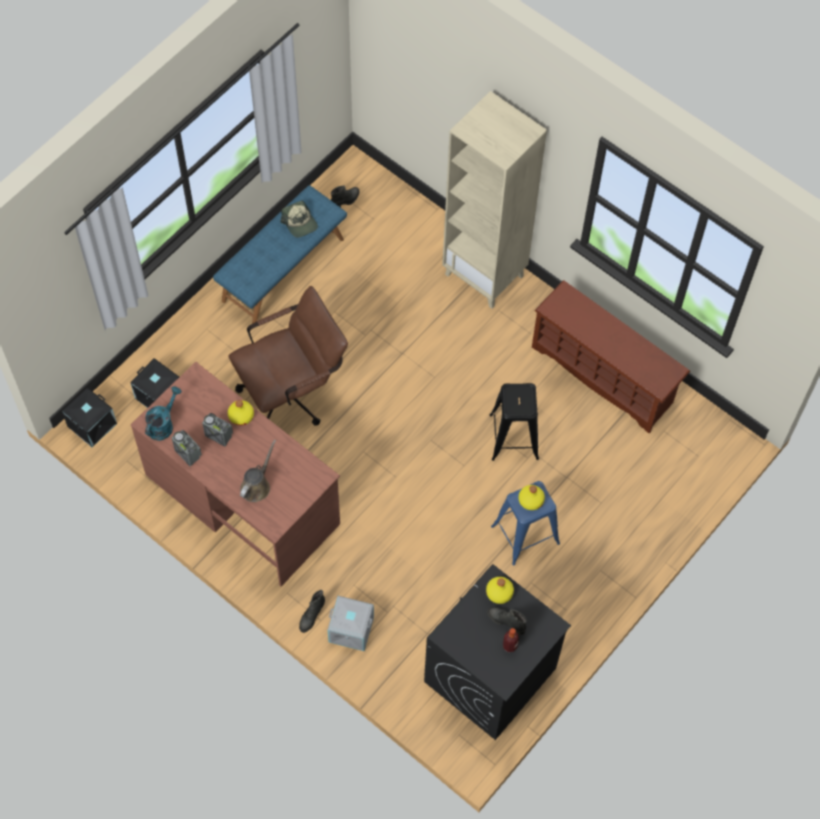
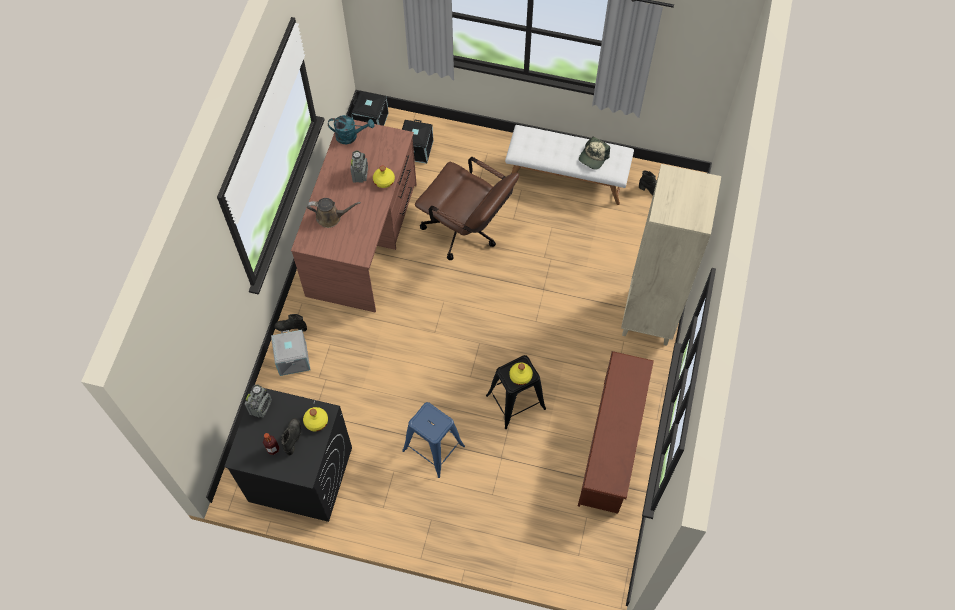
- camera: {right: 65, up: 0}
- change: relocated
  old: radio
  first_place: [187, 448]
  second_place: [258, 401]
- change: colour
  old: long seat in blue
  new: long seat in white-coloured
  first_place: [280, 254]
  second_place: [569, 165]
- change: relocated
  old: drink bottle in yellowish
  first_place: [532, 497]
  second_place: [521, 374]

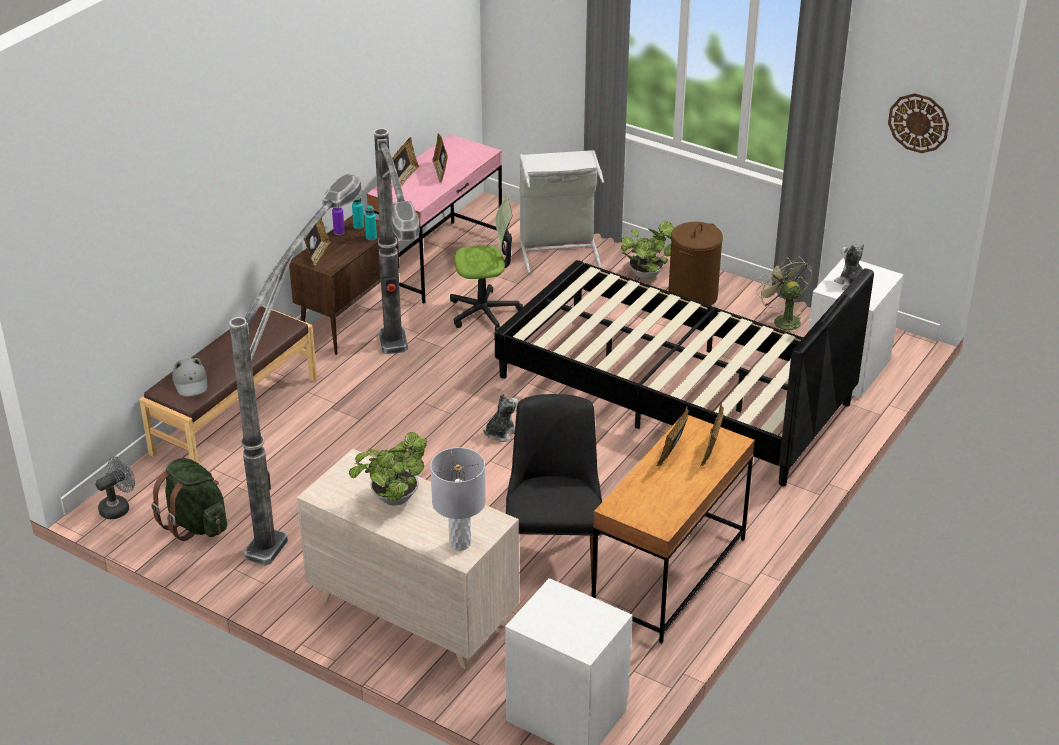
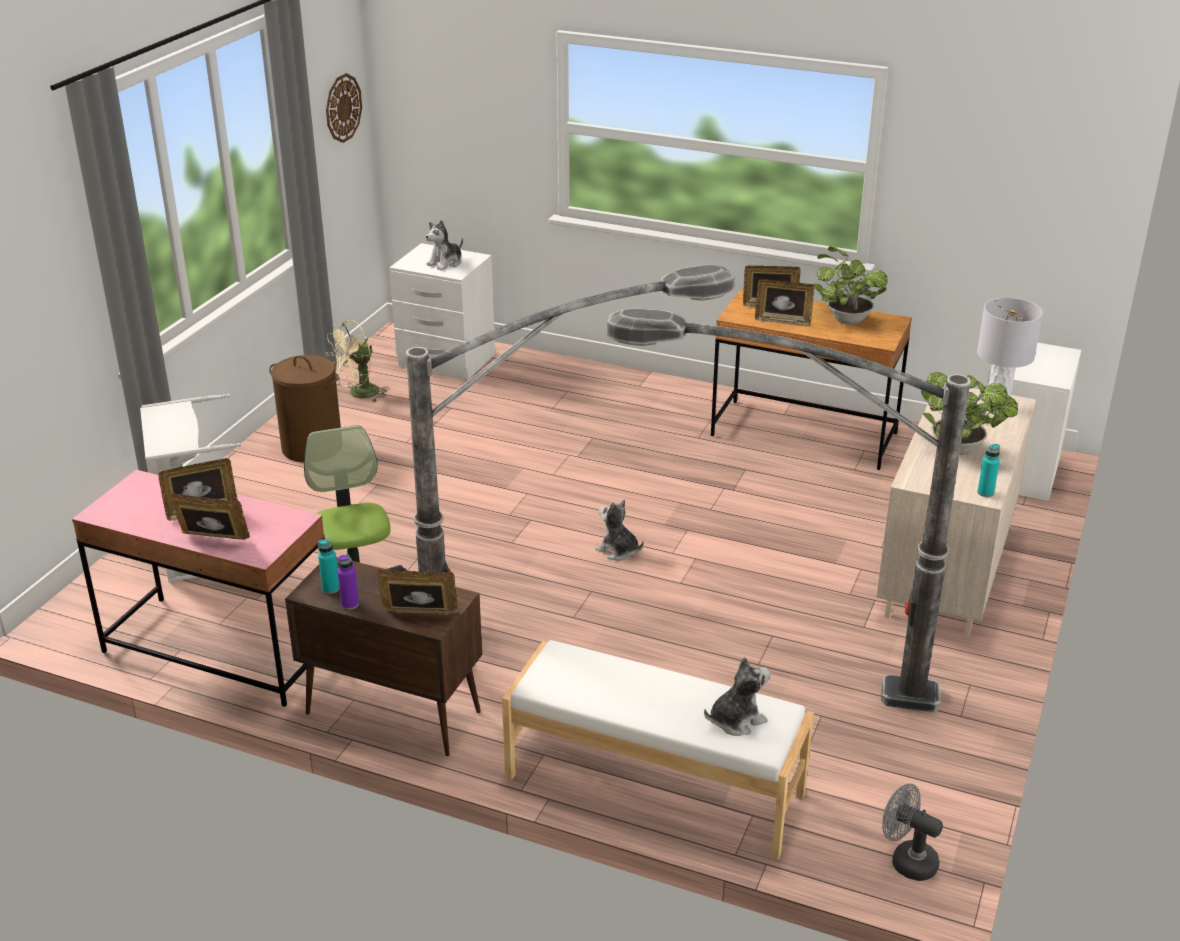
- camera: {right: -100, up: -5}
- change: colour
  old: electric fan in green-coloured
  new: electric fan in beige-coloured
  first_place: [784, 295]
  second_place: [358, 361]
- change: colour
  old: long seat in brown
  new: long seat in white-coloured
  first_place: [228, 385]
  second_place: [658, 750]
- change: exchanged
  old: wearable hat in greyish
  new: plush toy
  first_place: [190, 377]
  second_place: [737, 696]
- change: relocated
  old: houseplant
  first_place: [648, 250]
  second_place: [850, 285]
- change: relocated
  old: drink bottle in blue-green
  first_place: [371, 222]
  second_place: [988, 470]
- change: missing
  old: backpack in green-coloured
  first_place: [189, 499]
- change: missing
  old: bedroom bed in blackish
  first_place: [684, 373]
- change: missing
  old: chair in blackish
  first_place: [554, 488]

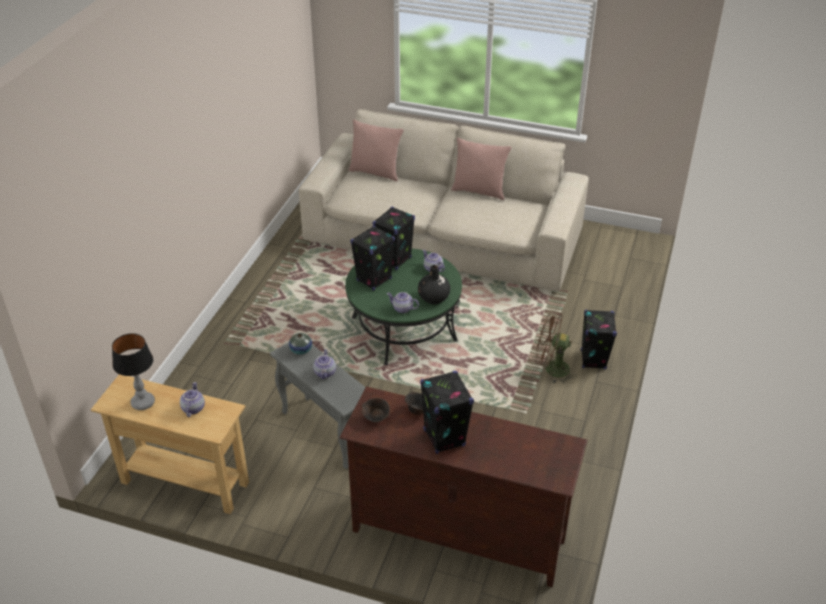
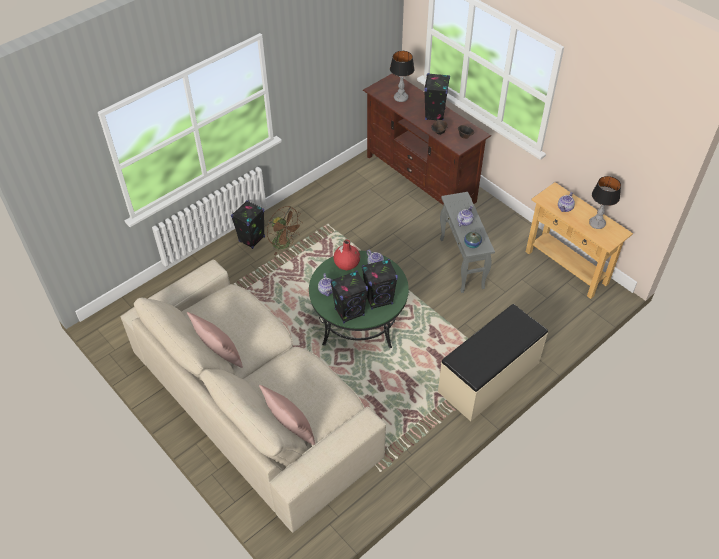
- camera: {right: -150, up: 10}
- change: colour
  old: decorative vase in blackish
  new: decorative vase in red-coloured
  first_place: [434, 284]
  second_place: [346, 255]
- change: appeared
  new: tabletop lamp
  second_place: [402, 76]
- change: appeared
  new: long seat in beige-coloured
  second_place: [493, 362]

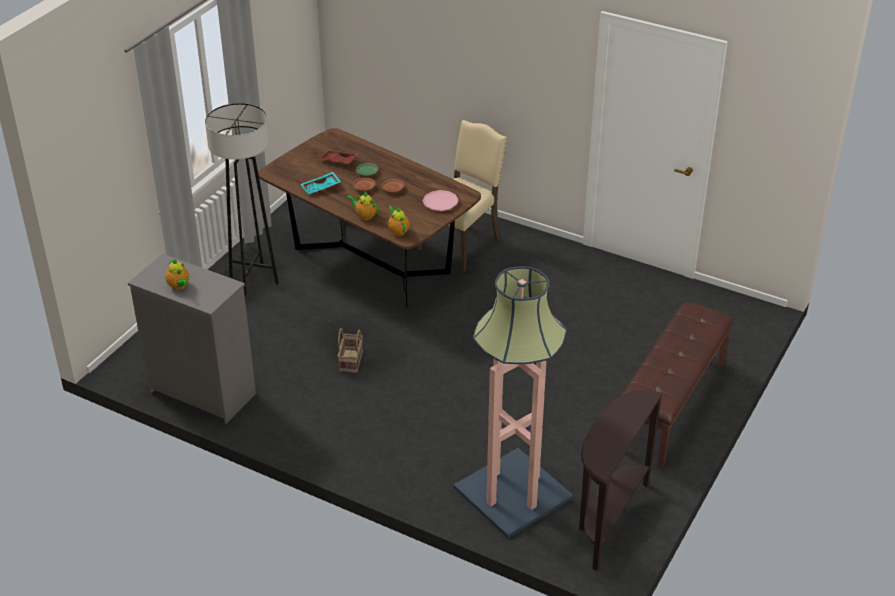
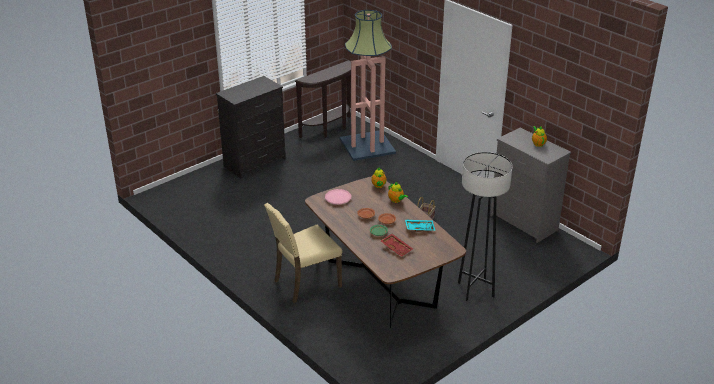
- camera: {right: -160, up: -5}
- change: exchanged
  old: long seat in brown
  new: chest of drawers in blackish
  first_place: [677, 384]
  second_place: [251, 127]

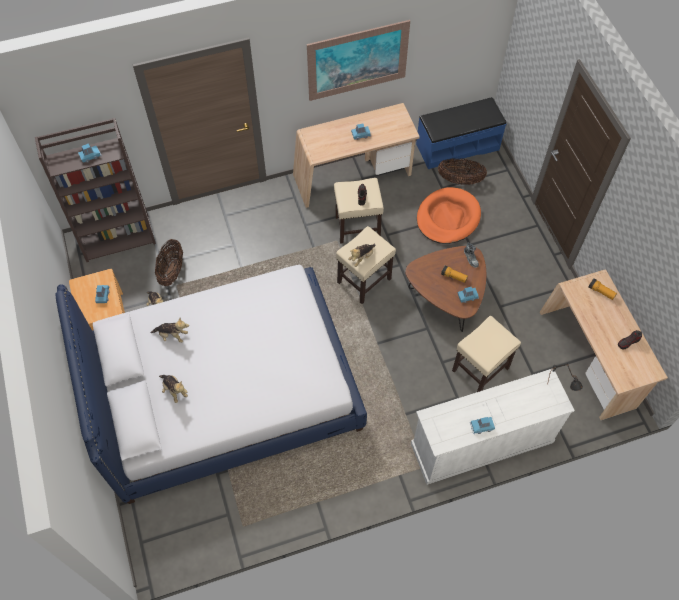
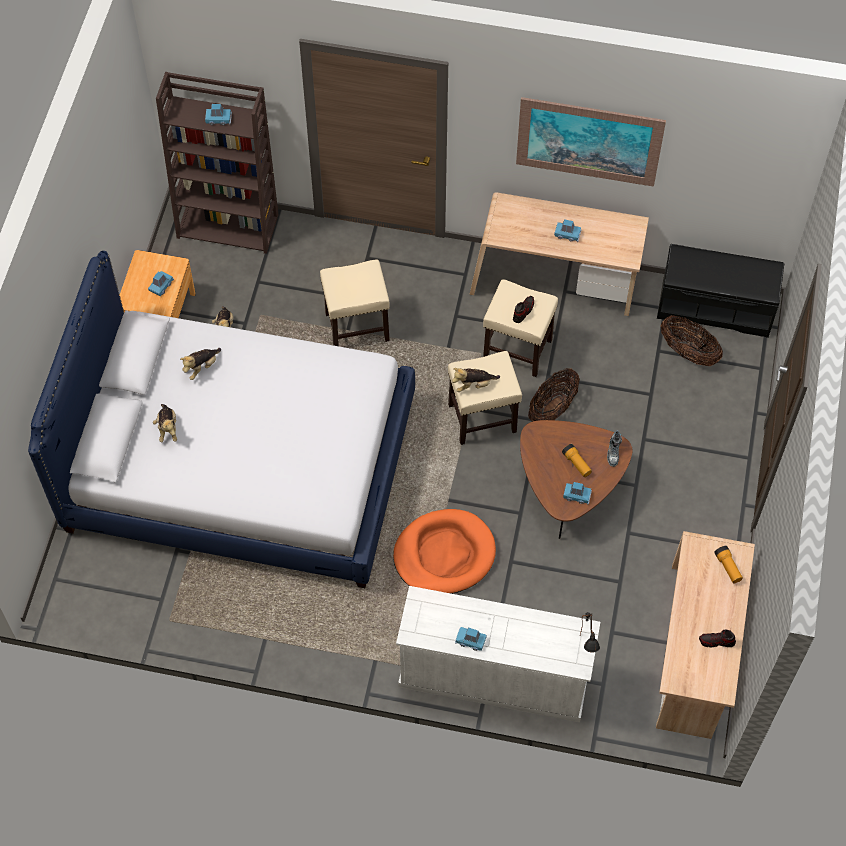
- camera: {right: 30, up: 0}
- change: spun
  old: plush toy
  first_place: [169, 330]
  second_place: [200, 364]
  degrees: 90
- change: relocated
  old: sitting stool in beige-coloured
  first_place: [486, 354]
  second_place: [355, 302]
- change: relocated
  old: pet bed in orangey
  first_place: [449, 215]
  second_place: [444, 551]
- change: relocated
  old: storage basket
  first_place: [169, 262]
  second_place: [554, 395]
- change: colour
  old: long seat in blue
  new: long seat in blackish
  first_place: [461, 133]
  second_place: [720, 291]

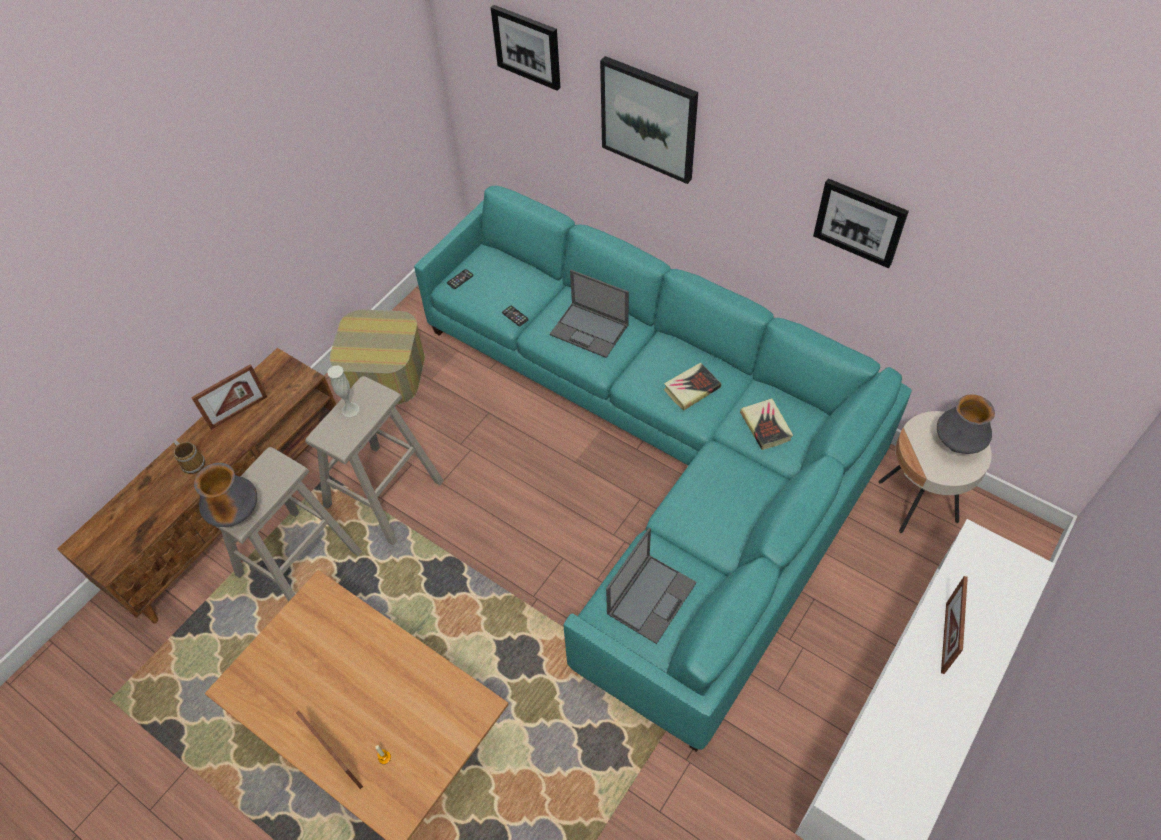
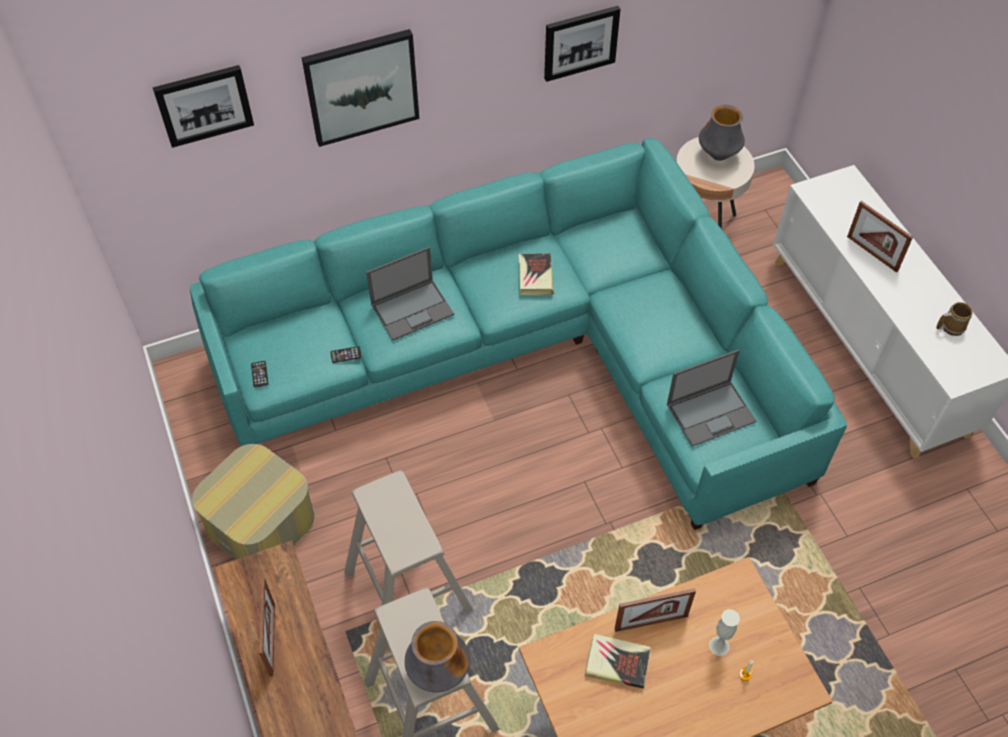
- camera: {right: -60, up: 0}
- change: relocated
  old: bound book
  first_place: [766, 424]
  second_place: [618, 661]
- change: relocated
  old: picture frame
  first_place: [329, 749]
  second_place: [655, 610]
- change: spun
  old: notebook computer
  first_place: [651, 585]
  second_place: [711, 398]
  degrees: 90
- change: relocated
  old: decorative vase in white-coloured
  first_place: [343, 391]
  second_place: [724, 632]
- change: relocated
  old: mug
  first_place: [189, 457]
  second_place: [954, 319]

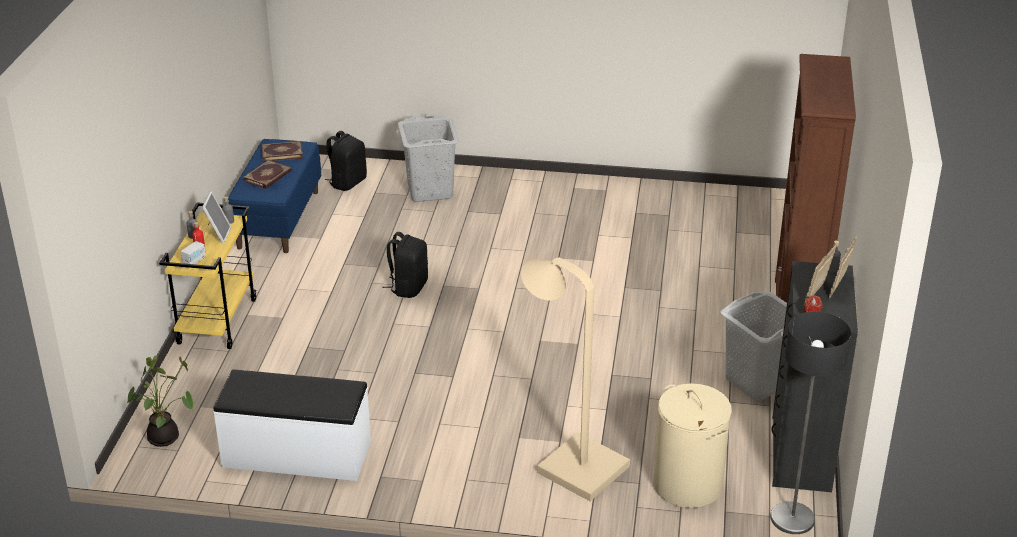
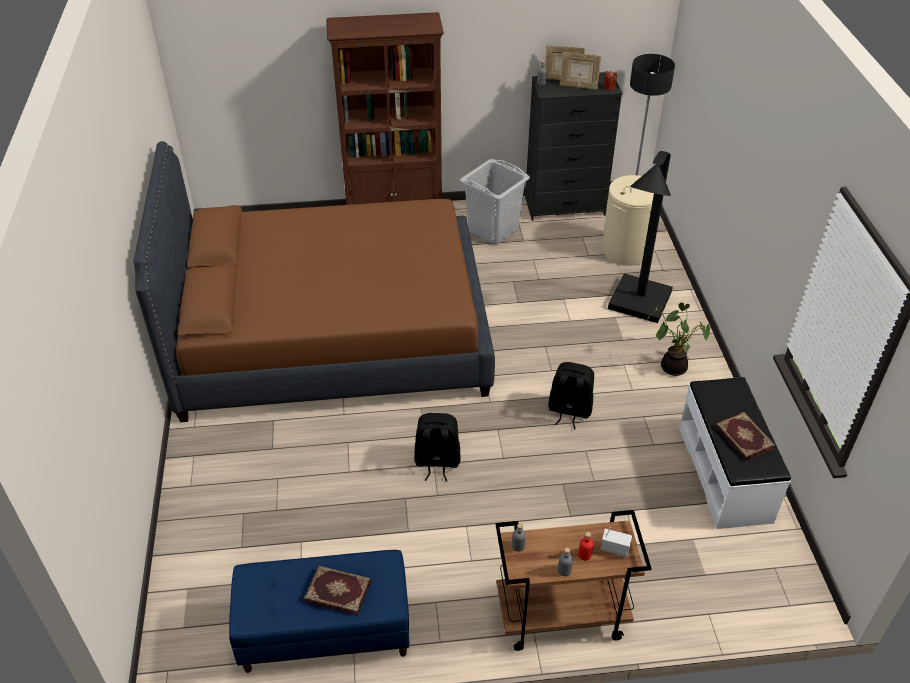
- camera: {right: -105, up: 10}
- change: appeared
  new: bedroom bed in brown
  second_place: [314, 281]
- change: colour
  old: trolley in yellowish
  new: trolley in brown
  first_place: [207, 275]
  second_place: [574, 580]
- change: relocated
  old: backpack in blackish
  first_place: [346, 161]
  second_place: [571, 395]
- change: colour
  old: standing lamp in beige-coloured
  new: standing lamp in blackish
  first_place: [575, 379]
  second_place: [640, 237]
- change: relocated
  old: houseplant
  first_place: [160, 401]
  second_place: [678, 339]
- change: relocated
  old: bound book
  first_place: [282, 151]
  second_place: [745, 436]
- change: missing
  old: picture frame
  first_place: [216, 217]
- change: missing
  old: hamper in greyish
  first_place: [428, 158]

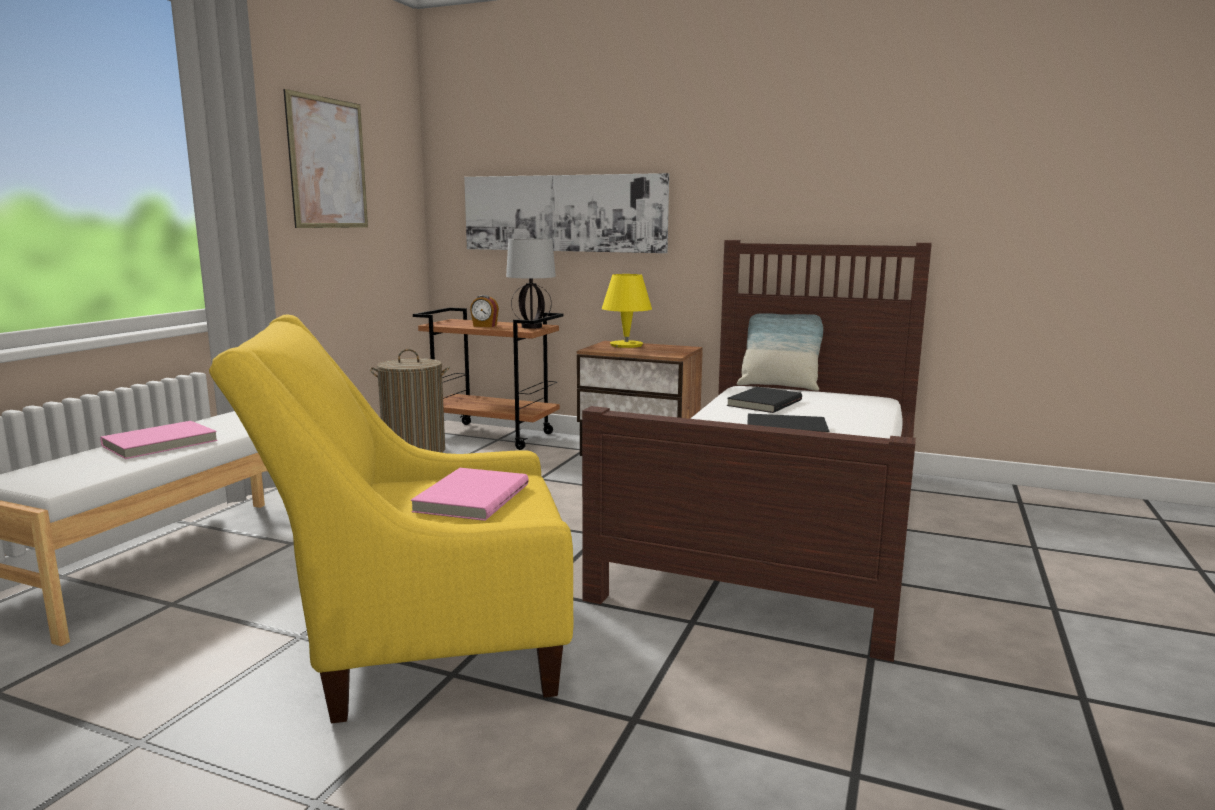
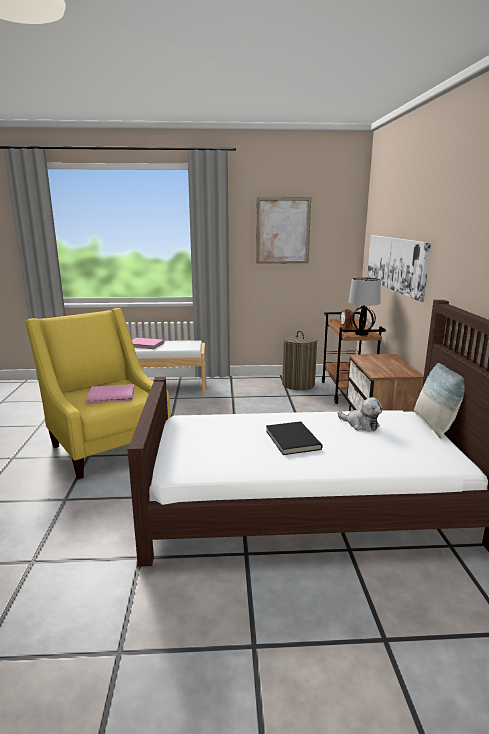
- camera: {right: 65, up: 5}
- change: exchanged
  old: bound book in blackish
  new: plush toy
  first_place: [764, 400]
  second_place: [360, 414]
- change: missing
  old: tabletop lamp in yellowish
  first_place: [627, 311]

